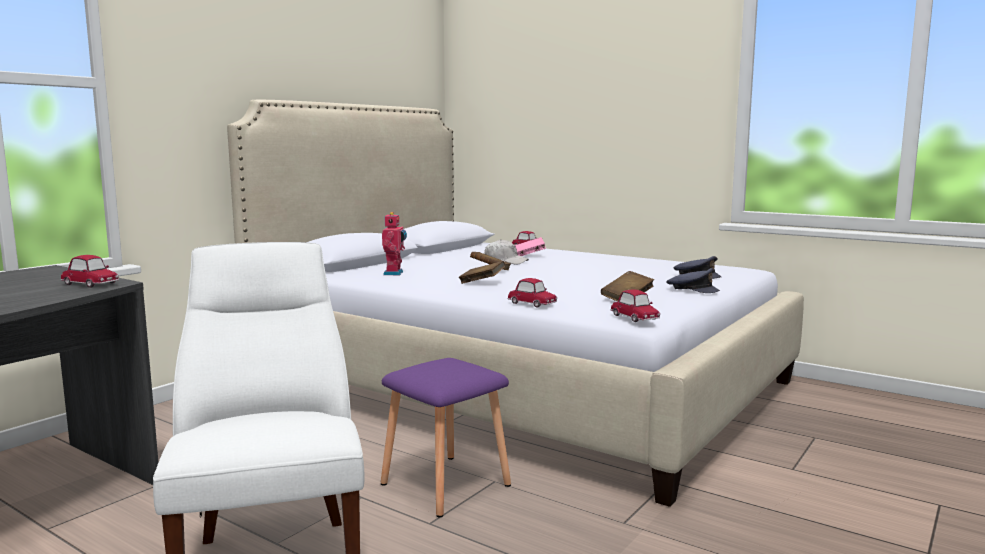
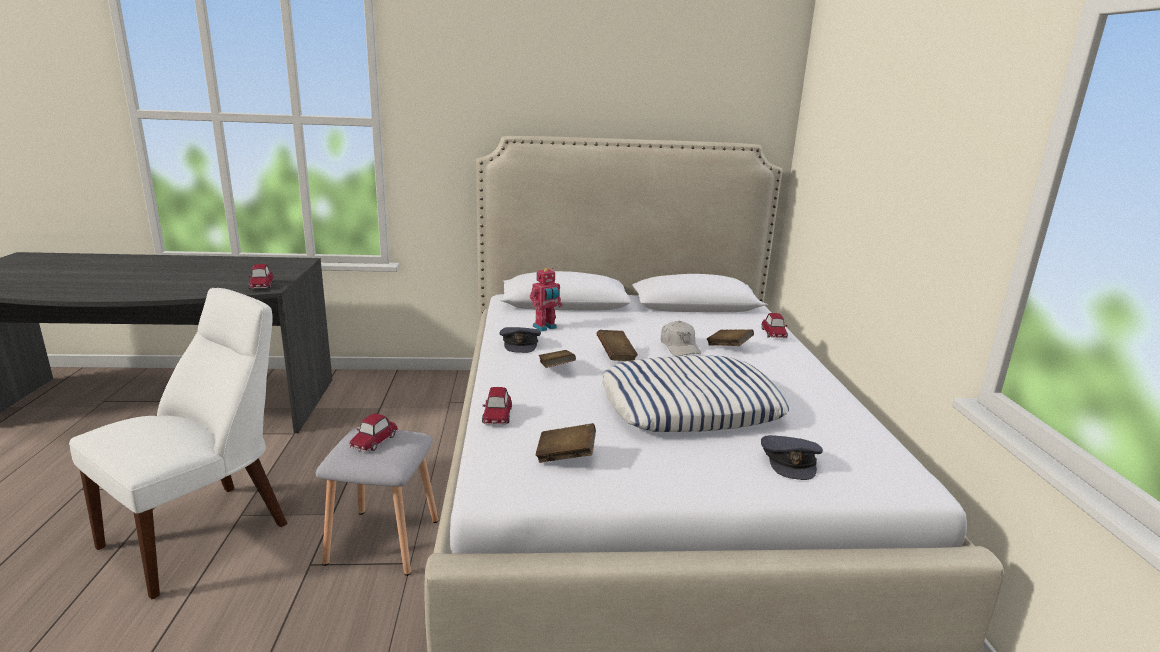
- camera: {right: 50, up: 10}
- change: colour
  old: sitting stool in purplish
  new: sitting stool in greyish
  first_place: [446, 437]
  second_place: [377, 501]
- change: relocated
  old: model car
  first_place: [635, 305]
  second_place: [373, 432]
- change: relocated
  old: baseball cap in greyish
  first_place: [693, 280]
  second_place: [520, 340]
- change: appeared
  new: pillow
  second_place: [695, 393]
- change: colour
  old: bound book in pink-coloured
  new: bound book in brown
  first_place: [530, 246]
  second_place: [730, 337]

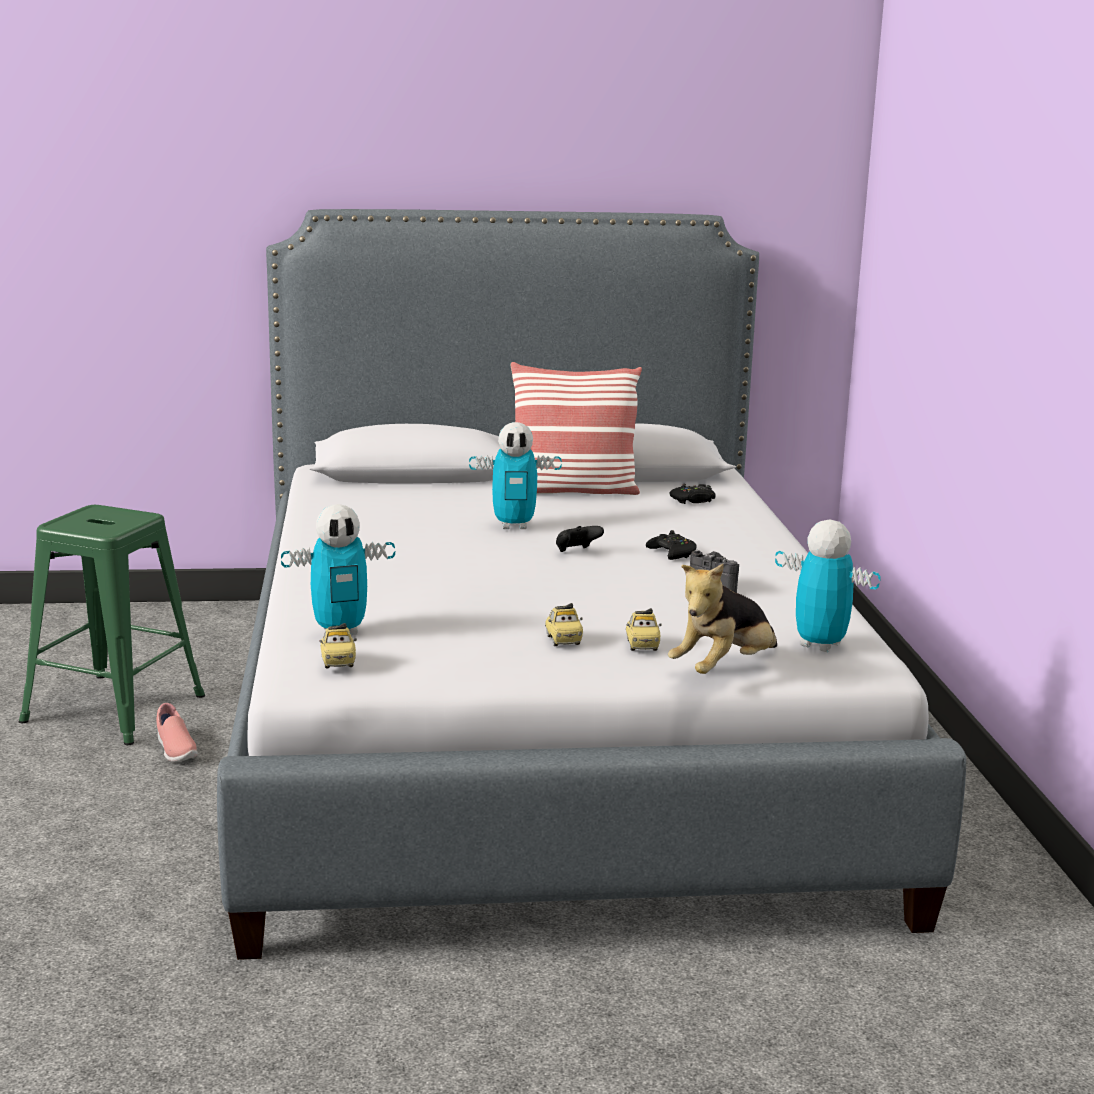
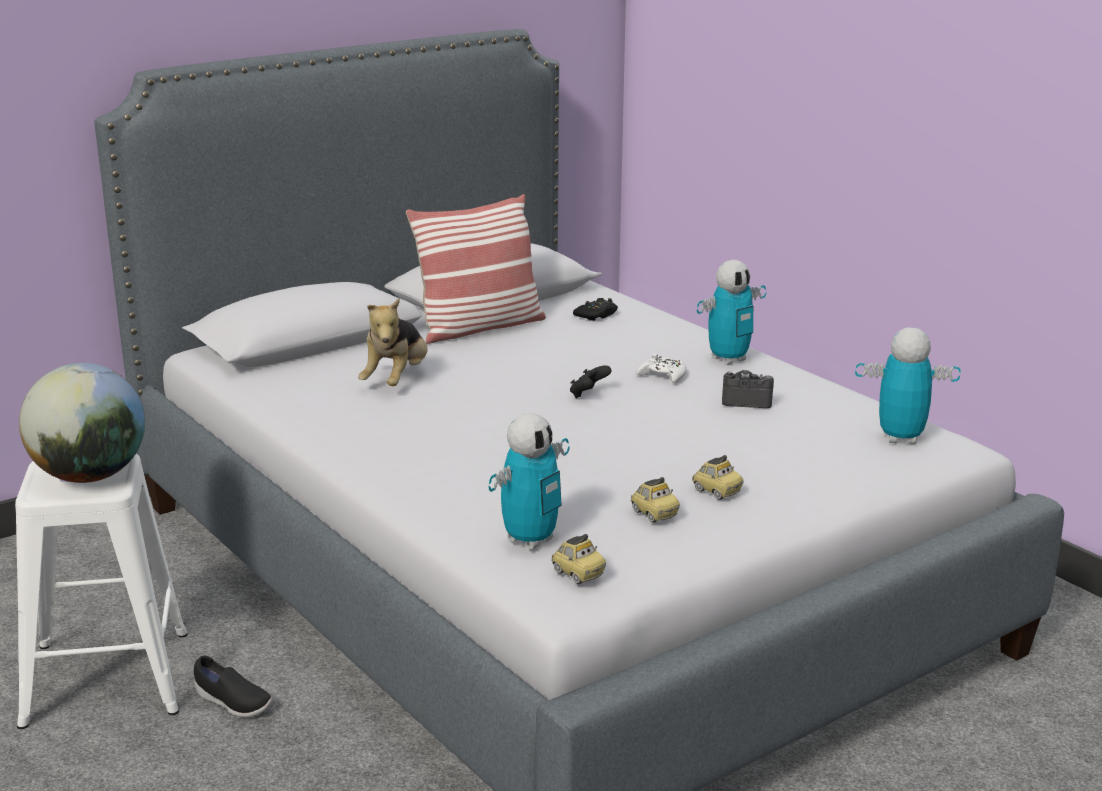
- camera: {right: -30, up: 5}
- change: colour
  old: sitting stool in green-coloured
  new: sitting stool in white-coloured
  first_place: [112, 625]
  second_place: [101, 591]
- change: appeared
  new: globe
  second_place: [82, 423]
- change: colour
  old: item of footwear in pink-coloured
  new: item of footwear in blackish
  first_place: [177, 732]
  second_place: [233, 687]
- change: relocated
  old: plush toy
  first_place: [722, 619]
  second_place: [393, 342]
- change: relocated
  old: model car
  first_place: [644, 629]
  second_place: [655, 500]
- change: colour
  old: gamepad in blackish
  new: gamepad in white-coloured
  first_place: [671, 545]
  second_place: [662, 368]
- change: relocated
  old: toy robot
  first_place: [515, 475]
  second_place: [731, 312]

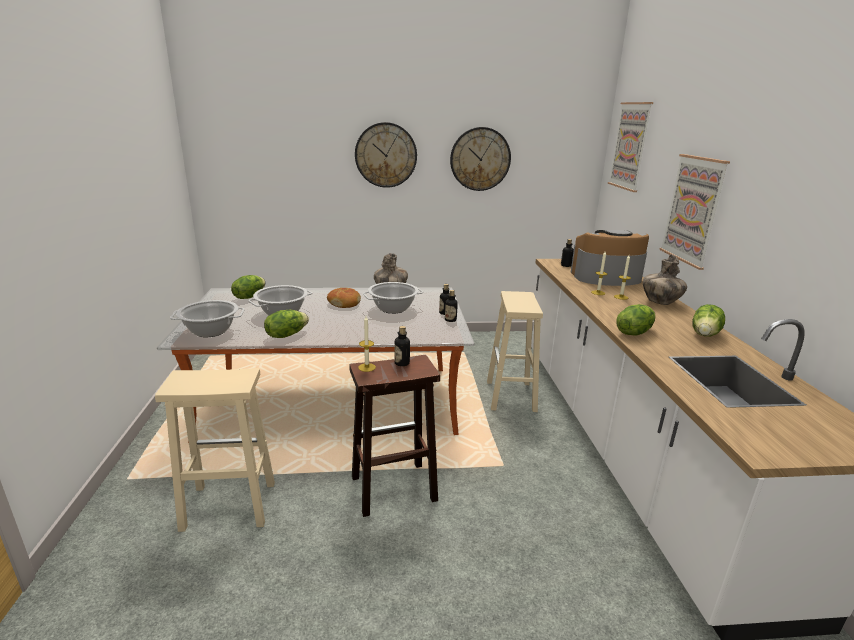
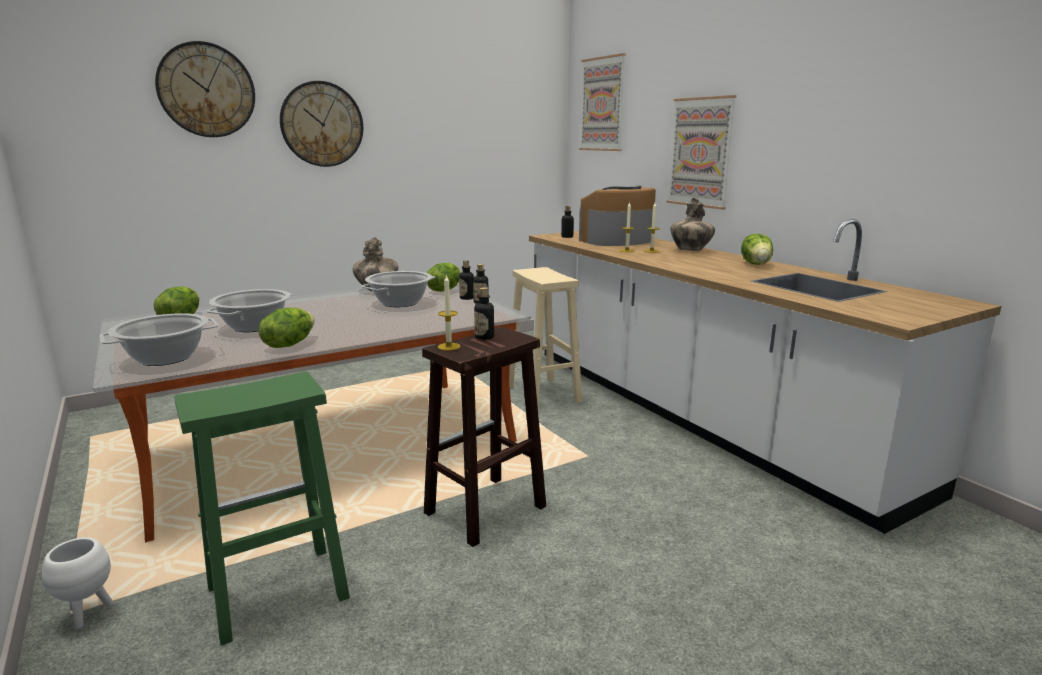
- camera: {right: -25, up: -5}
- change: appeared
  new: flower pot in white-coloured
  second_place: [78, 583]
- change: relocated
  old: clock on the wall
  first_place: [480, 159]
  second_place: [205, 89]
- change: colour
  old: sitting stool in beige-coloured
  new: sitting stool in green-coloured
  first_place: [215, 450]
  second_place: [262, 508]
- change: relocated
  old: lettuce
  first_place: [635, 320]
  second_place: [444, 277]
- change: missing
  old: baked bread
  first_place: [344, 298]

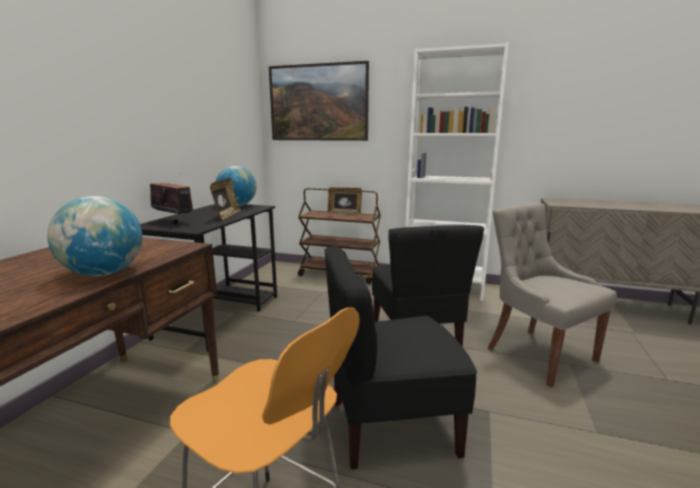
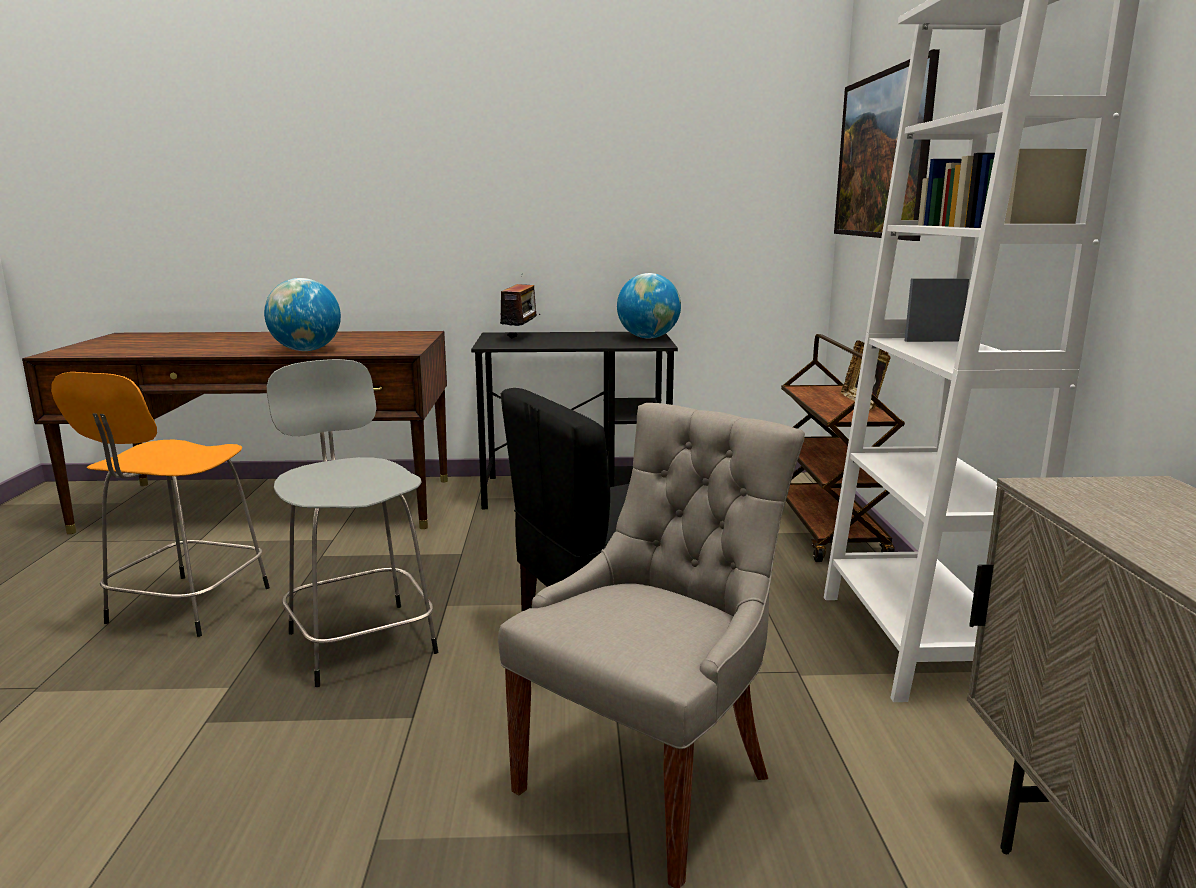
- camera: {right: 70, up: 0}
- change: exchanged
  old: chair in blackish
  new: sitting stool in greyish
  first_place: [400, 358]
  second_place: [352, 523]
- change: missing
  old: picture frame
  first_place: [225, 199]

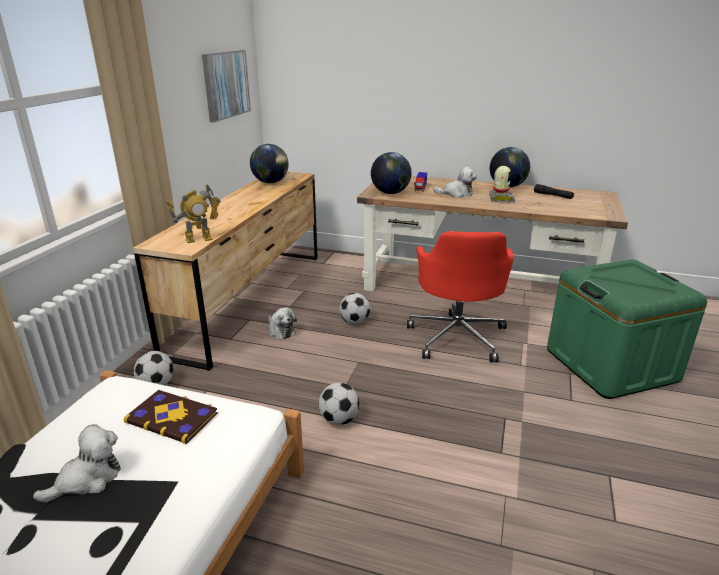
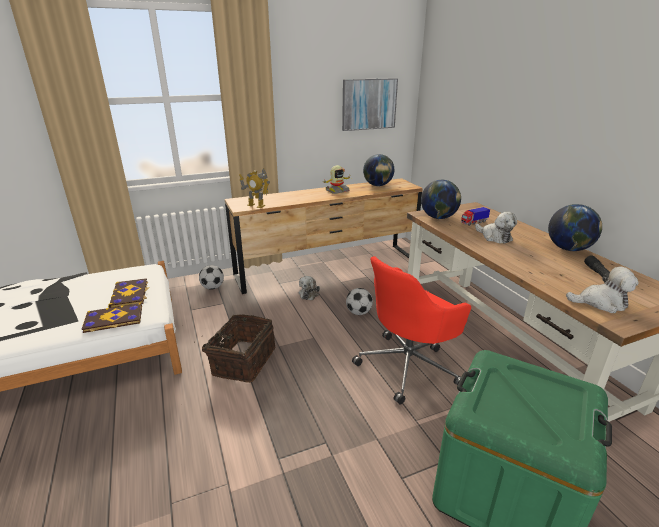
- camera: {right: 50, up: 0}
- change: appeared
  new: bound book
  second_place: [112, 318]
- change: exchanged
  old: ball for football
  new: storage basket
  first_place: [339, 403]
  second_place: [234, 348]
- change: relocated
  old: toy robot
  first_place: [502, 184]
  second_place: [337, 179]
- change: relocated
  old: plush toy
  first_place: [77, 463]
  second_place: [602, 290]

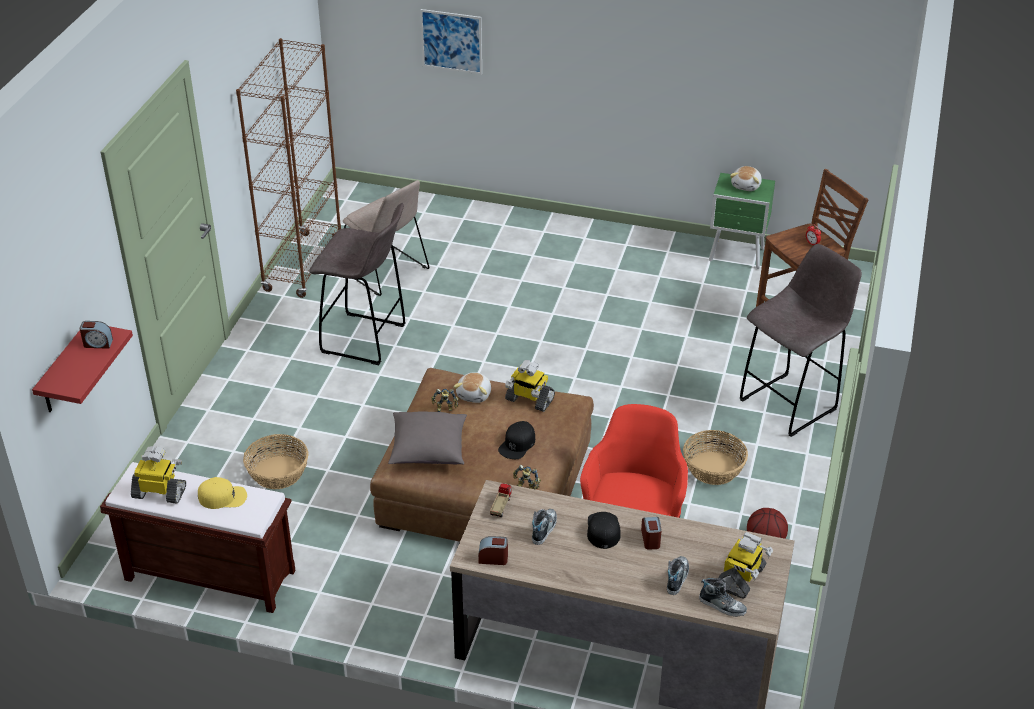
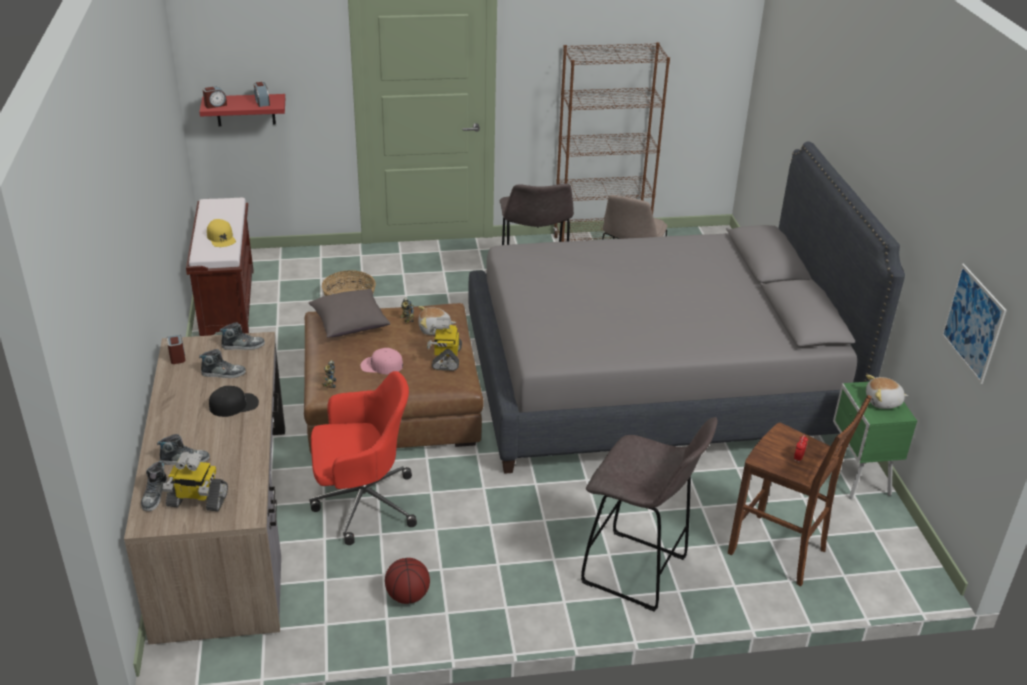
- camera: {right: 65, up: -5}
- change: relocated
  old: table clock
  first_place: [651, 533]
  second_place: [215, 97]
- change: exchanged
  old: model truck
  new: item of footwear
  first_place: [501, 500]
  second_place: [242, 336]
- change: colour
  old: baseball cap in blackish
  new: baseball cap in pink-coloured
  first_place: [516, 440]
  second_place: [381, 361]
- change: appeared
  new: bedroom bed in greyish
  second_place: [686, 307]
- change: relocated
  old: wall art
  first_place: [451, 42]
  second_place: [974, 324]
- change: missing
  old: toy robot
  first_place: [158, 475]
- change: missing
  old: storage basket
  first_place: [715, 457]

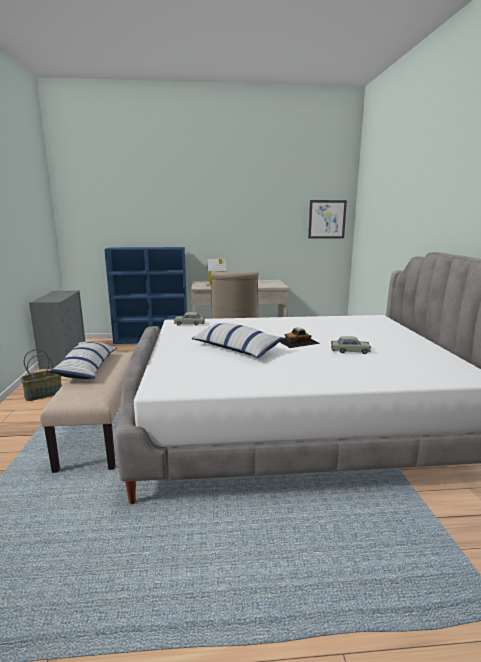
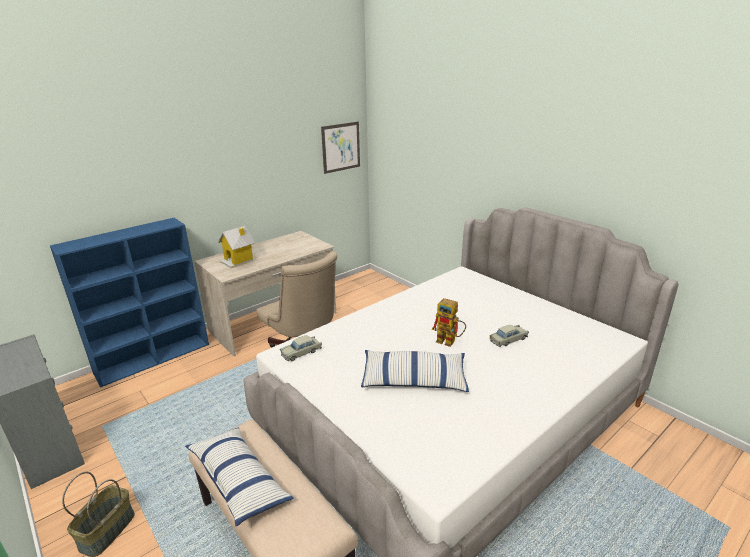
- camera: {right: -35, up: 10}
- change: exchanged
  old: model car
  new: toy robot
  first_place: [300, 338]
  second_place: [449, 322]

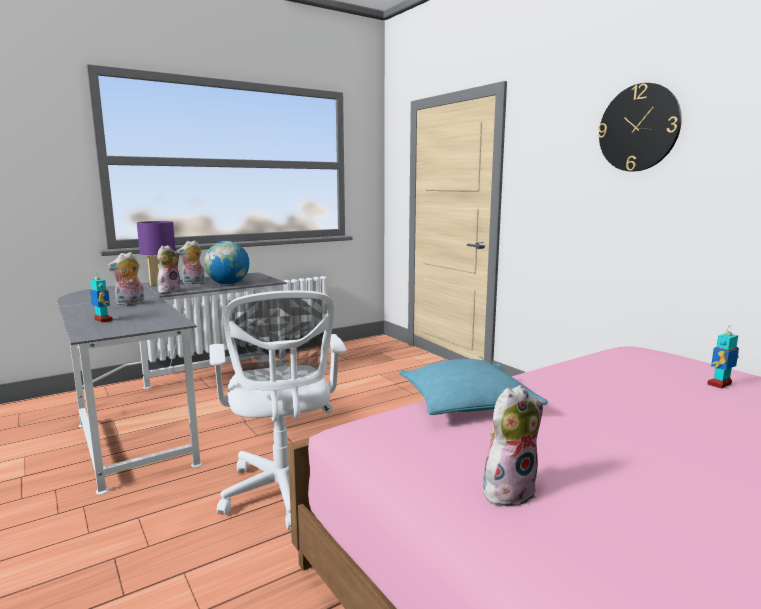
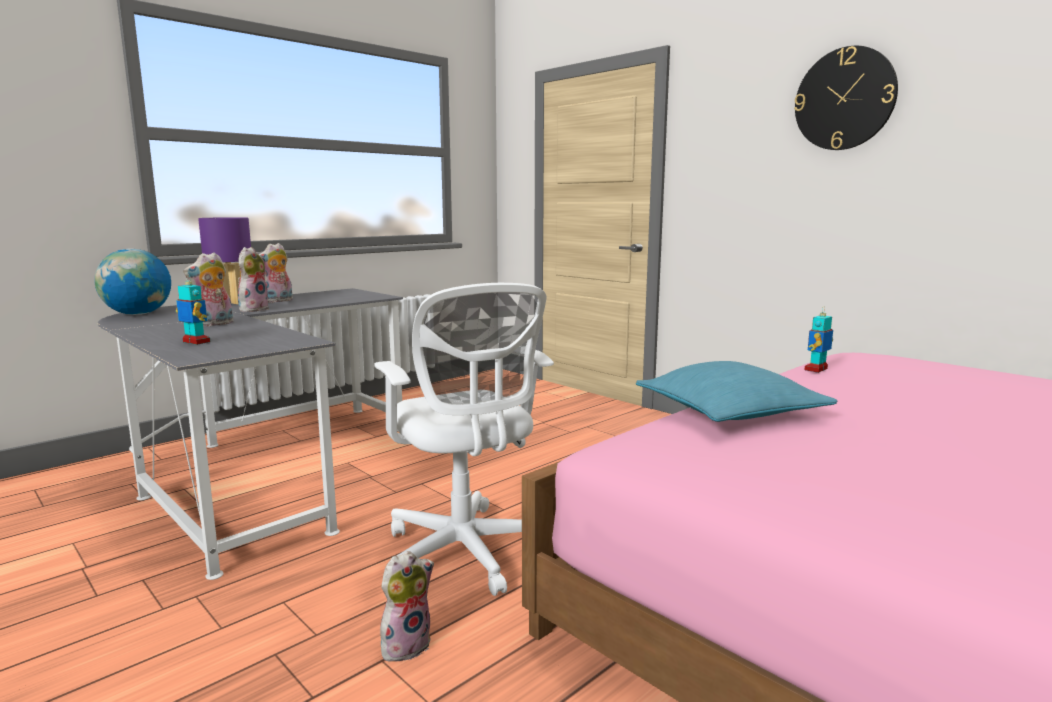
- camera: {right: -10, up: 0}
- change: relocated
  old: globe
  first_place: [226, 263]
  second_place: [132, 282]
- change: relocated
  old: plush toy
  first_place: [513, 447]
  second_place: [407, 607]
- change: relocated
  old: toy robot
  first_place: [723, 357]
  second_place: [819, 339]

